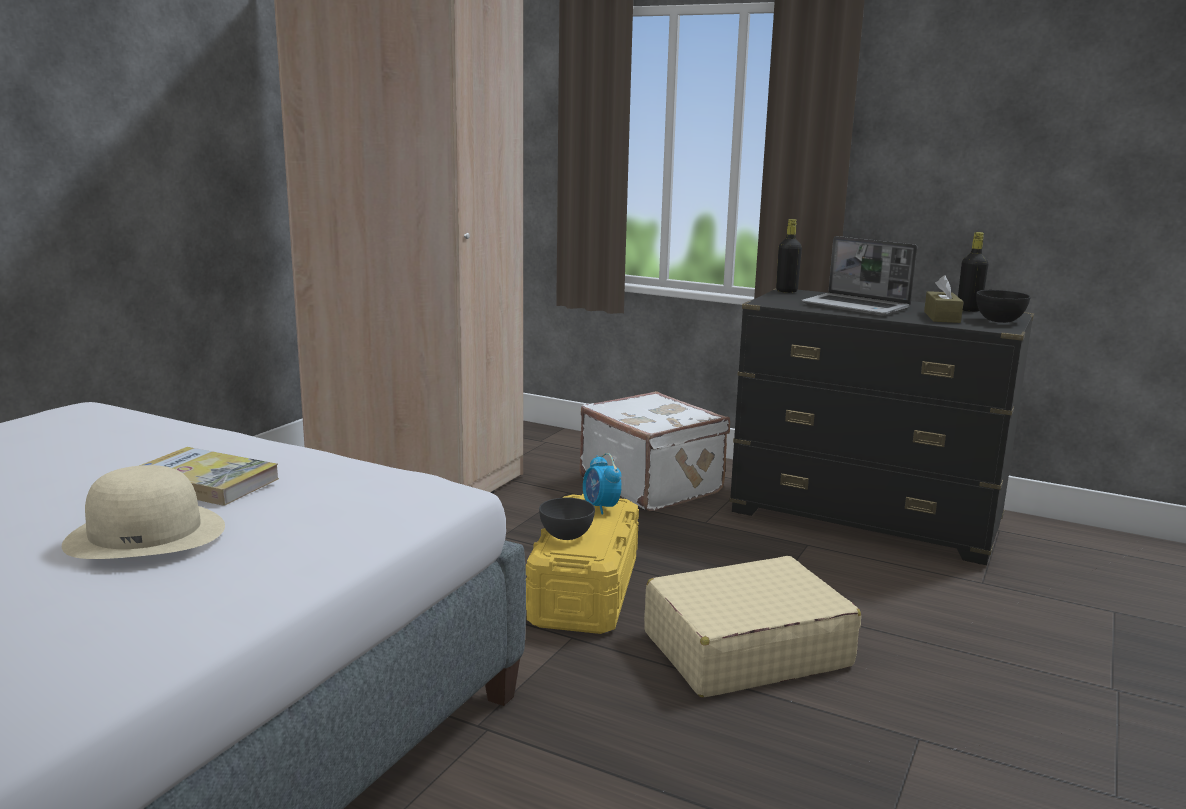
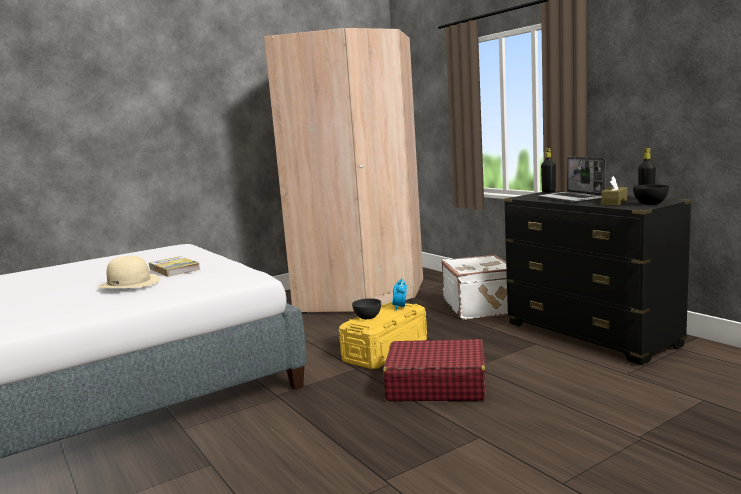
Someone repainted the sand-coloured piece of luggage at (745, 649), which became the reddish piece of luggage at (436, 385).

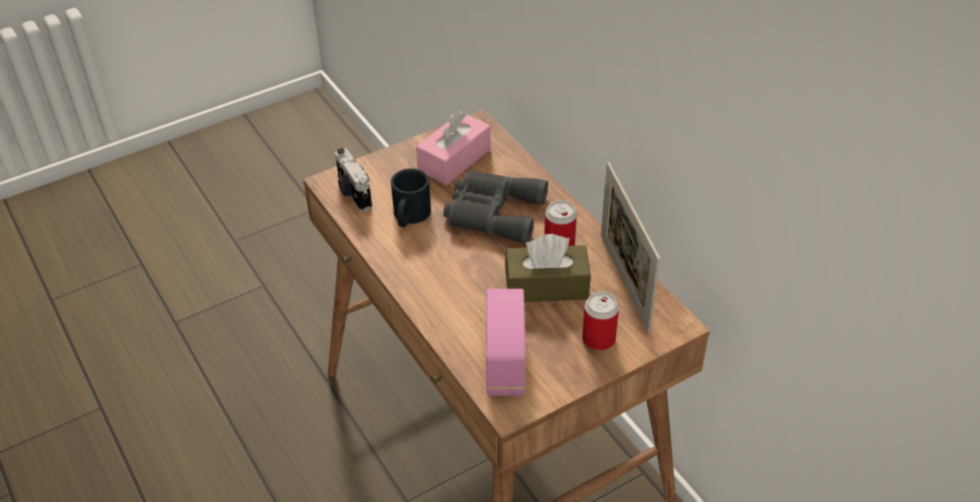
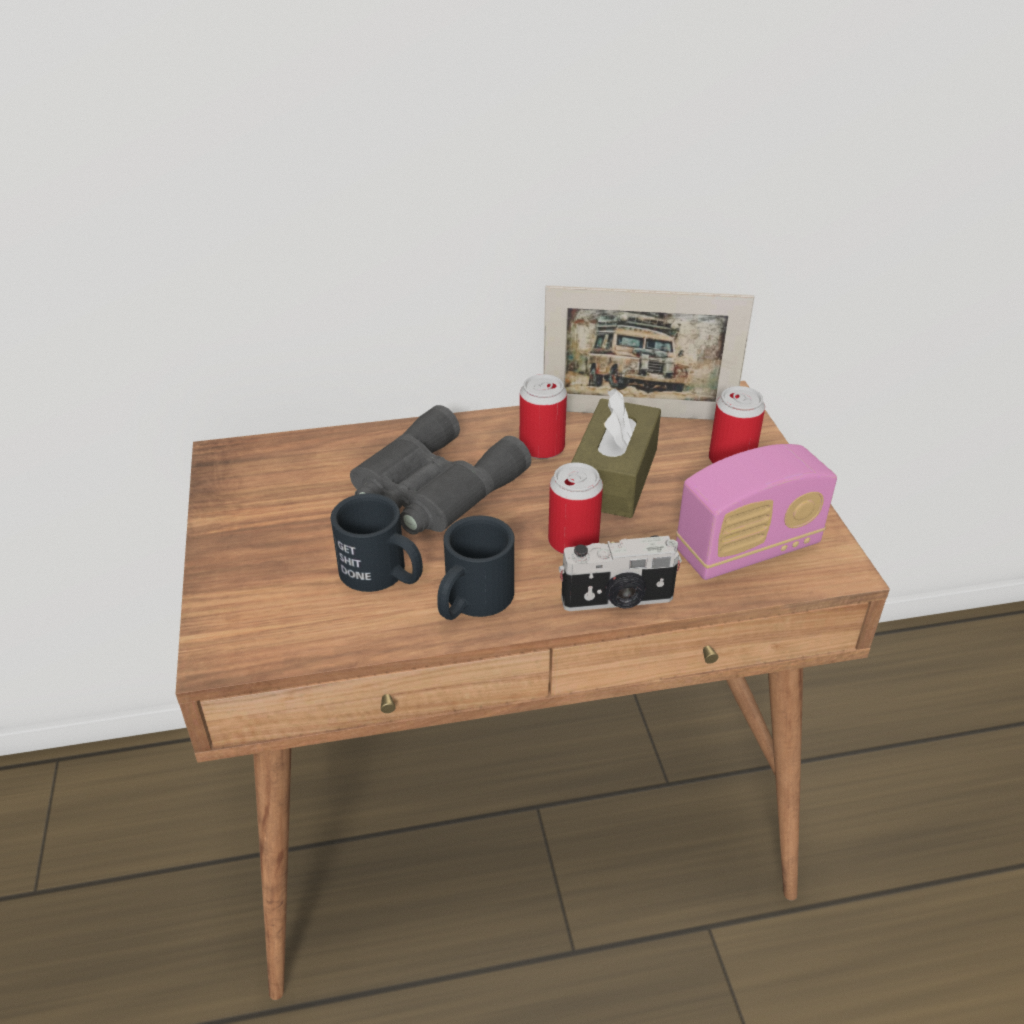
Someone took away the pinkish tissue holder at (454, 159). Someone put down the black-coloured mug at (471, 602). Someone put down the metal can at (573, 541). Someone carried the still camera from (353, 193) to (618, 601). Someone rotated the radio at (505, 362) by 135 degrees clockwise.

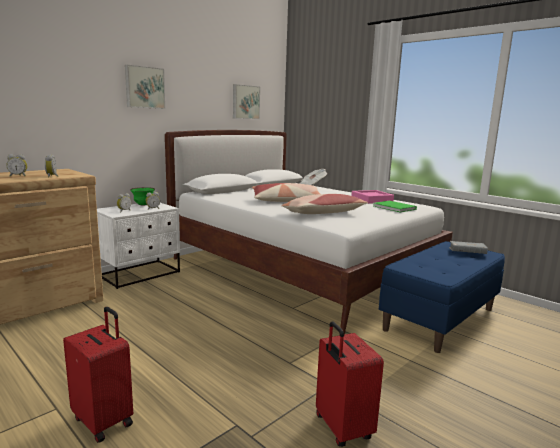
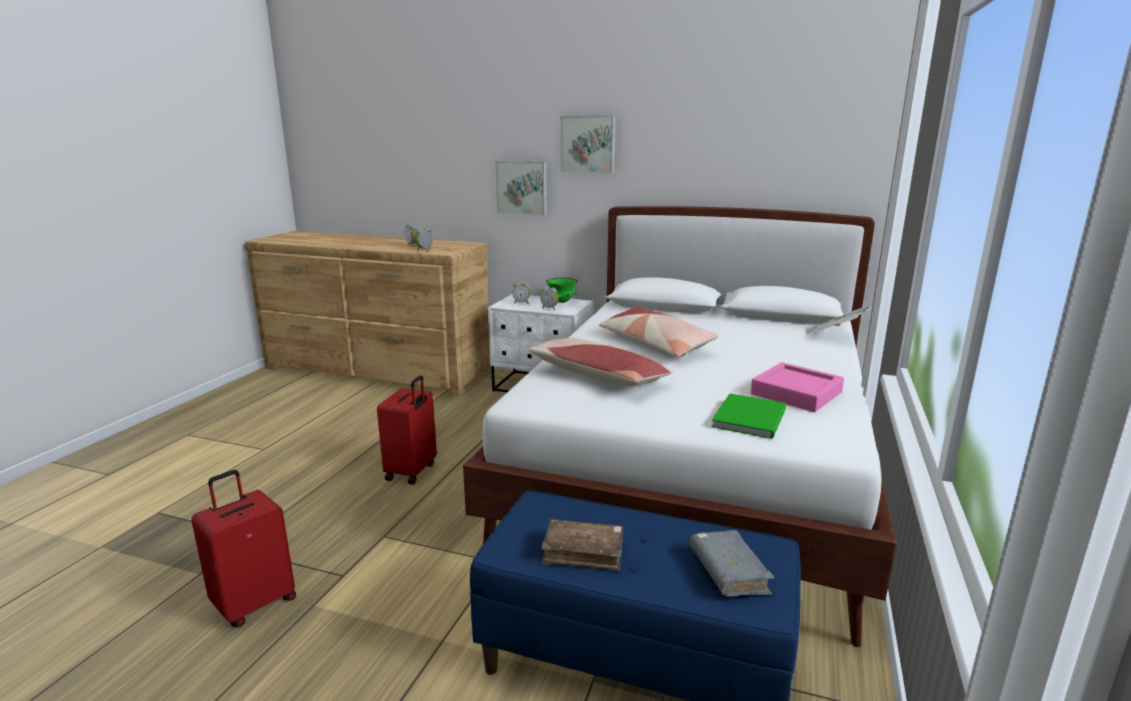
Someone put down the brown bound book at (583, 552). Someone carried the reddish piece of luggage from (104, 420) to (412, 472). Someone carried the wall picture from (245, 102) to (522, 187).

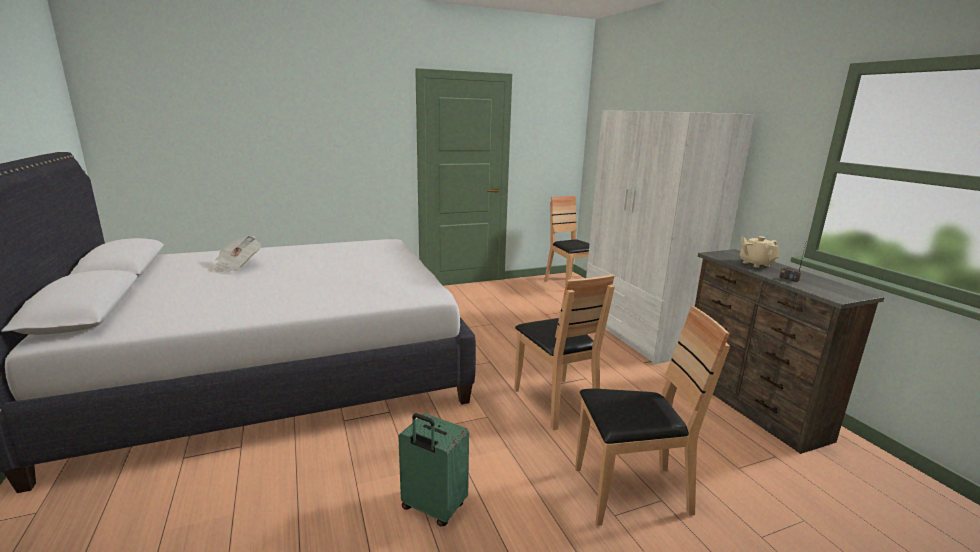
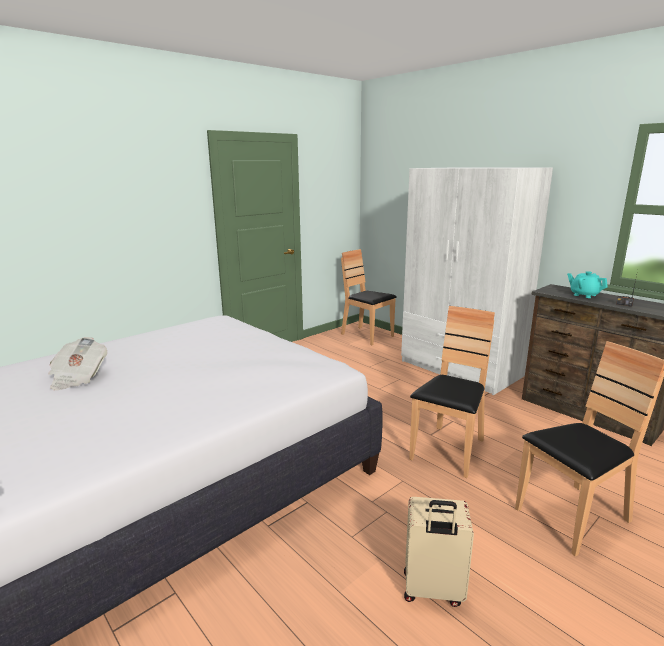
Someone repainted the green-coloured piece of luggage at (433, 508), which became the sand-coloured piece of luggage at (432, 590). Someone repainted the sand-coloured pot for tea at (755, 264), which became the blue-green pot for tea at (584, 295). Someone rotated the brown chair at (556, 402) by 105 degrees counterclockwise.

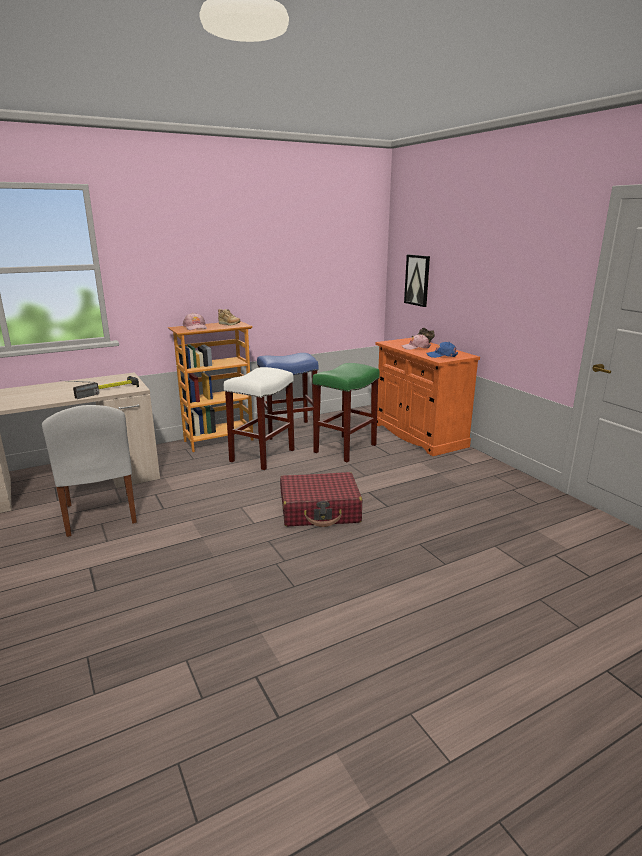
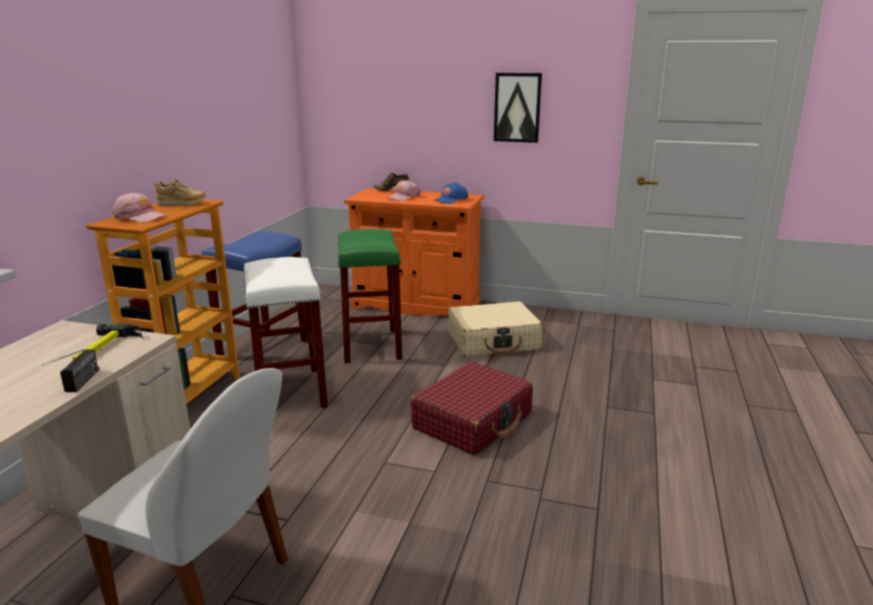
Someone put down the sand-coloured piece of luggage at (493, 341). Someone carried the wall picture from (417, 280) to (517, 107).

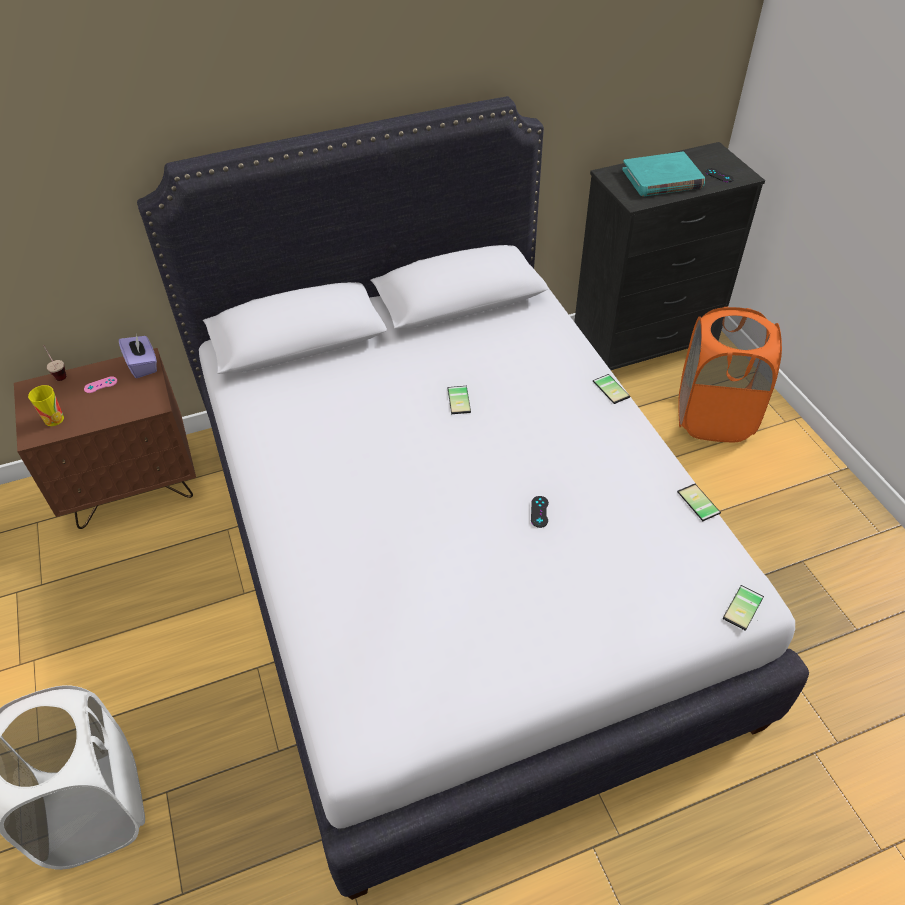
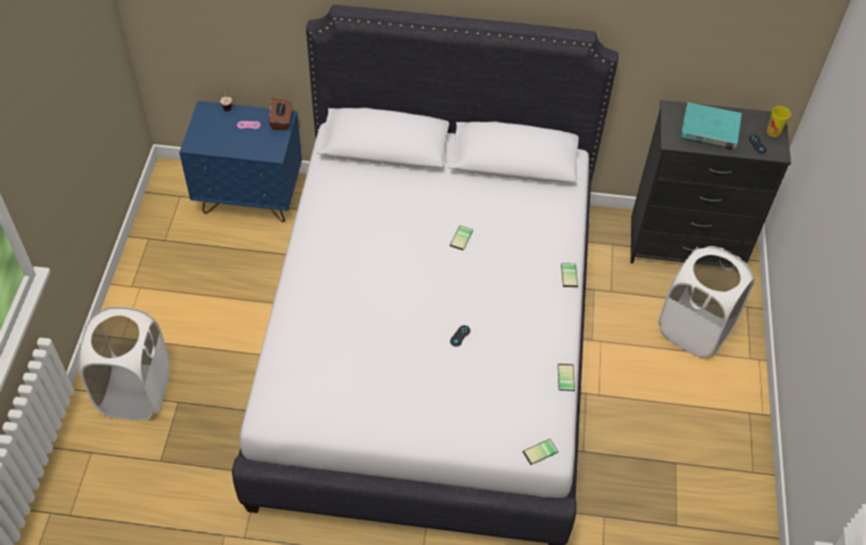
Someone carried the cup from (54, 419) to (773, 132). Someone repainted the brown bedside table at (133, 486), which became the blue-coloured bedside table at (250, 197). Someone repainted the purple-coloured tissue holder at (143, 365), which became the brown tissue holder at (281, 121). Someone repainted the orangey hamper at (714, 418), which became the whitish hamper at (694, 330).

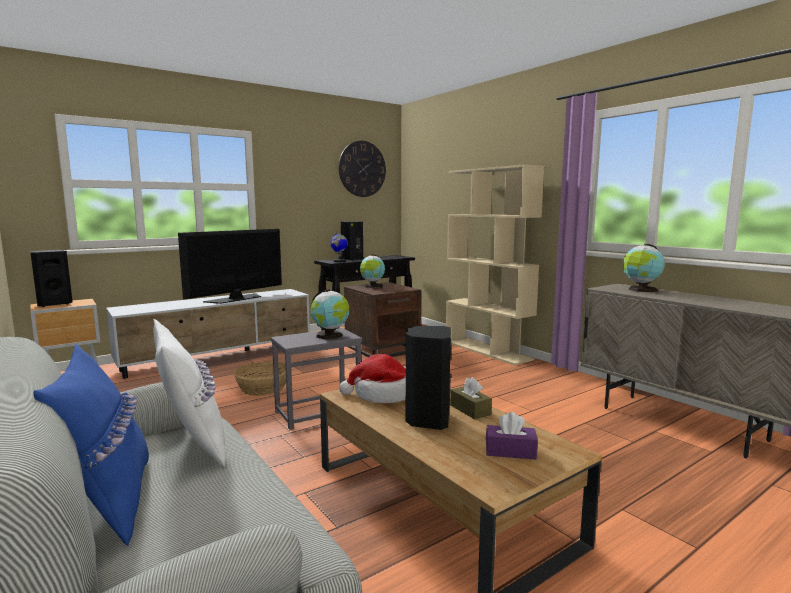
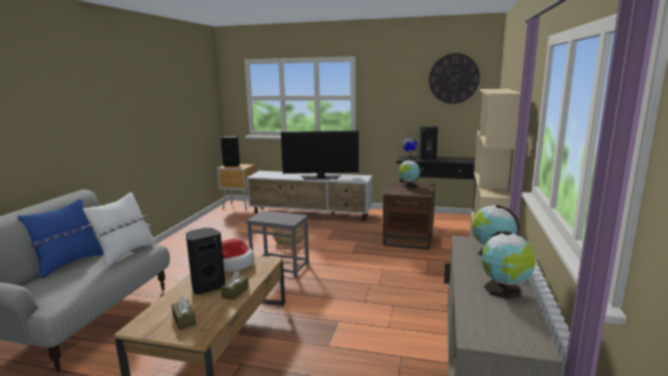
Someone carried the globe from (330, 335) to (504, 290). Someone repainted the purple-coloured tissue holder at (510, 451), which became the brown tissue holder at (184, 320).

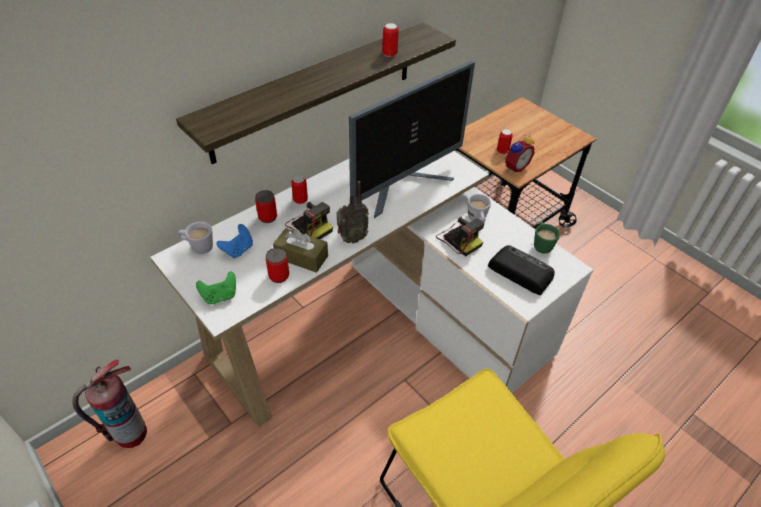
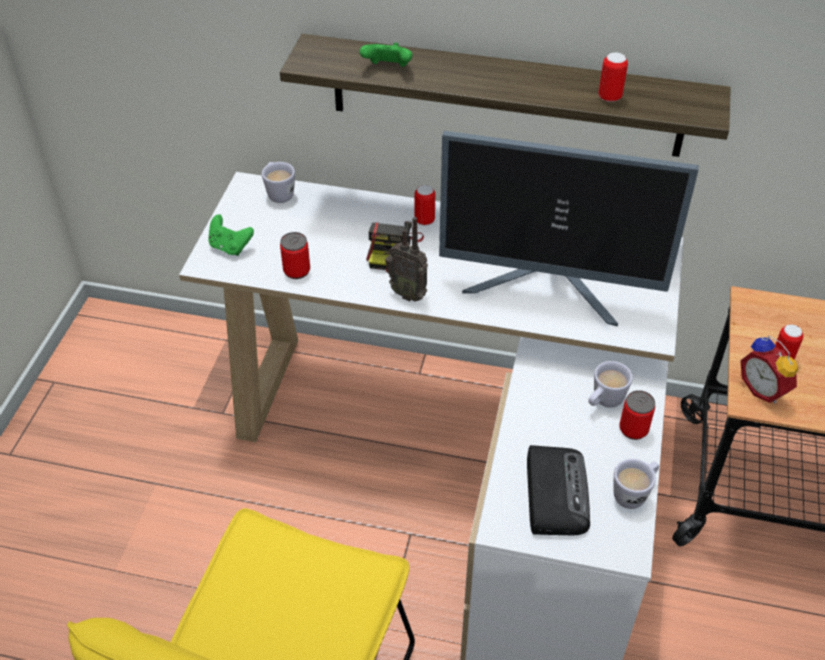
Someone took away the fire-fighting cylinder at (130, 433). Someone took away the blue-coloured gamepad at (238, 250). Someone took away the brown tissue holder at (301, 257). Someone took away the still camera at (459, 239). Someone put down the green-coloured gamepad at (388, 69). Someone carried the metal can from (267, 217) to (633, 429). Someone repainted the green-coloured mug at (541, 244), which became the whitish mug at (634, 493). Someone rotated the table clock at (515, 167) by 45 degrees clockwise.

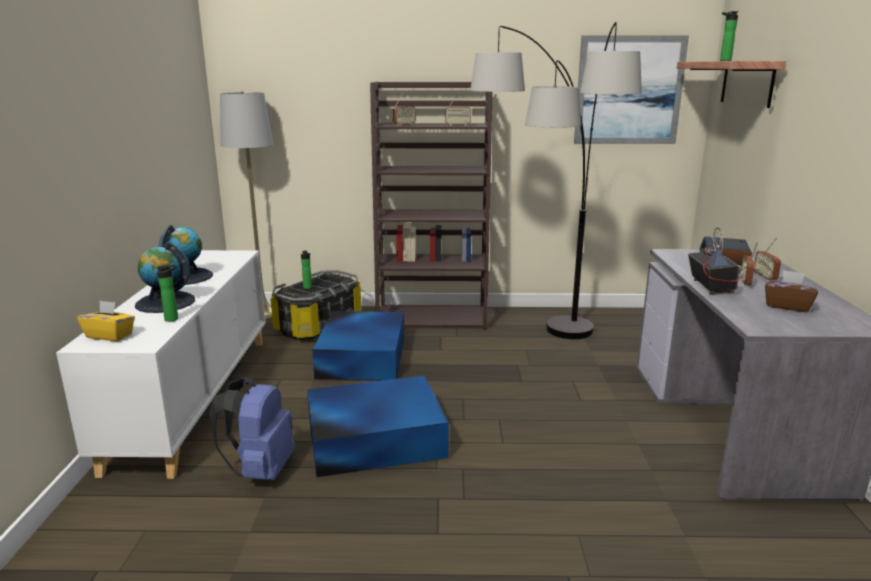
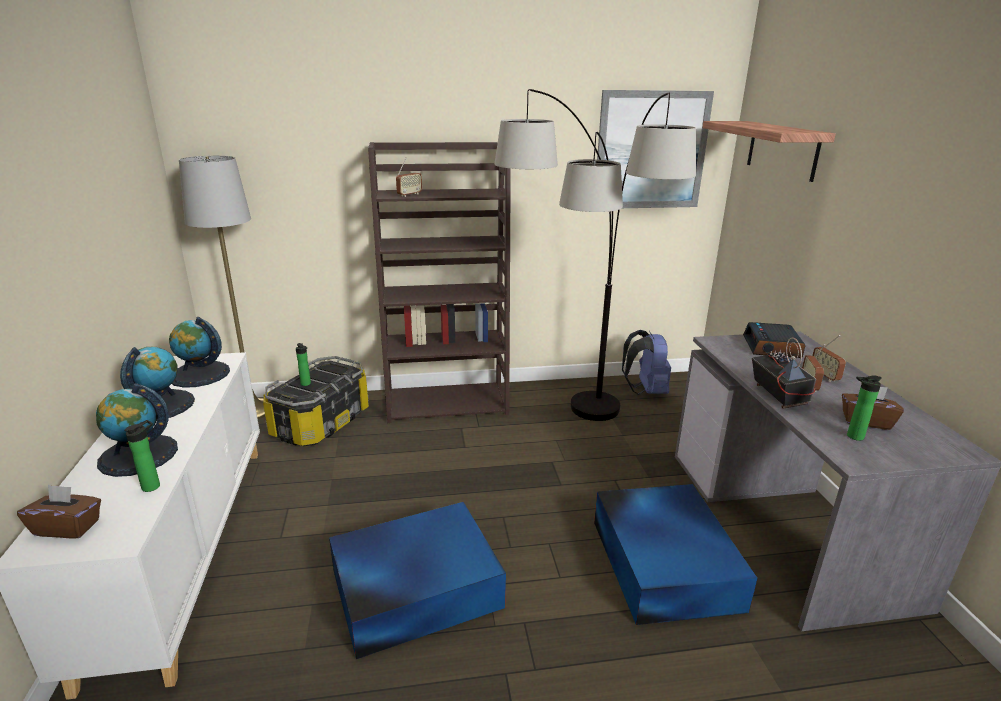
Someone took away the radio at (458, 125). Someone put down the globe at (199, 374). Someone carried the blue-coloured backpack from (260, 470) to (645, 391). Someone carried the blue-coloured storage bin from (363, 356) to (664, 562). Someone carried the drink bottle from (723, 60) to (852, 436). Someone repainted the yellow-coloured tissue holder at (110, 335), which became the brown tissue holder at (68, 527).

